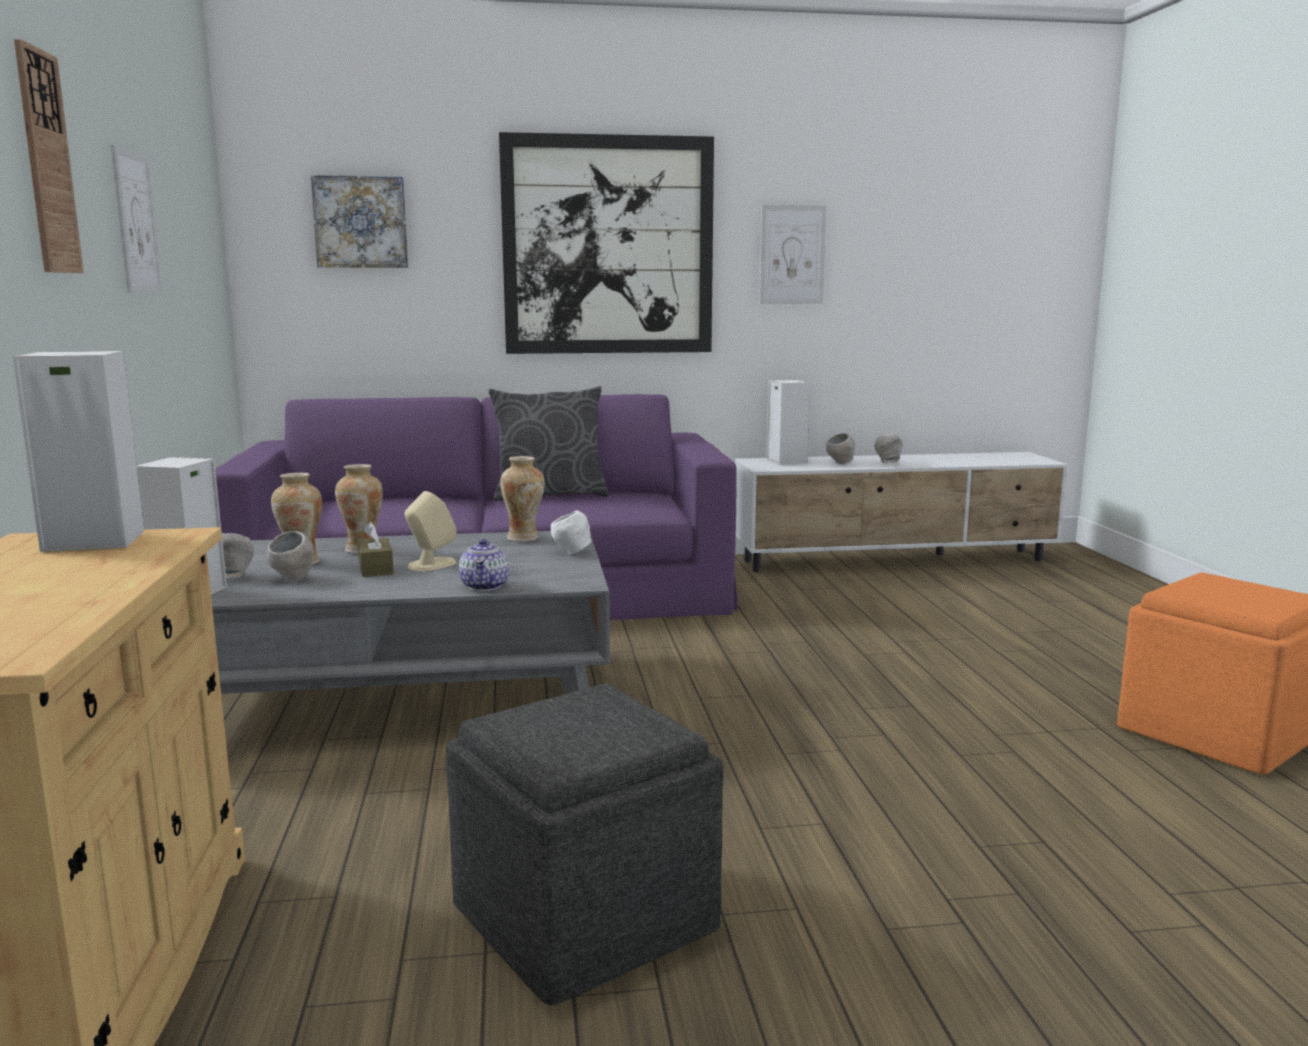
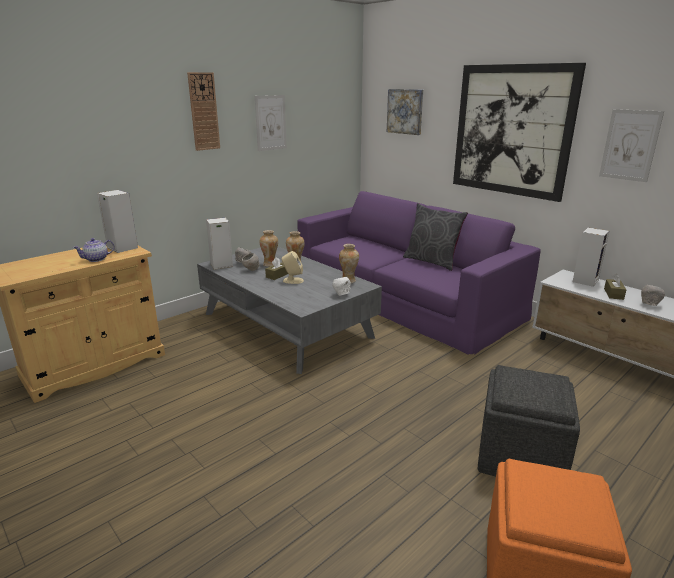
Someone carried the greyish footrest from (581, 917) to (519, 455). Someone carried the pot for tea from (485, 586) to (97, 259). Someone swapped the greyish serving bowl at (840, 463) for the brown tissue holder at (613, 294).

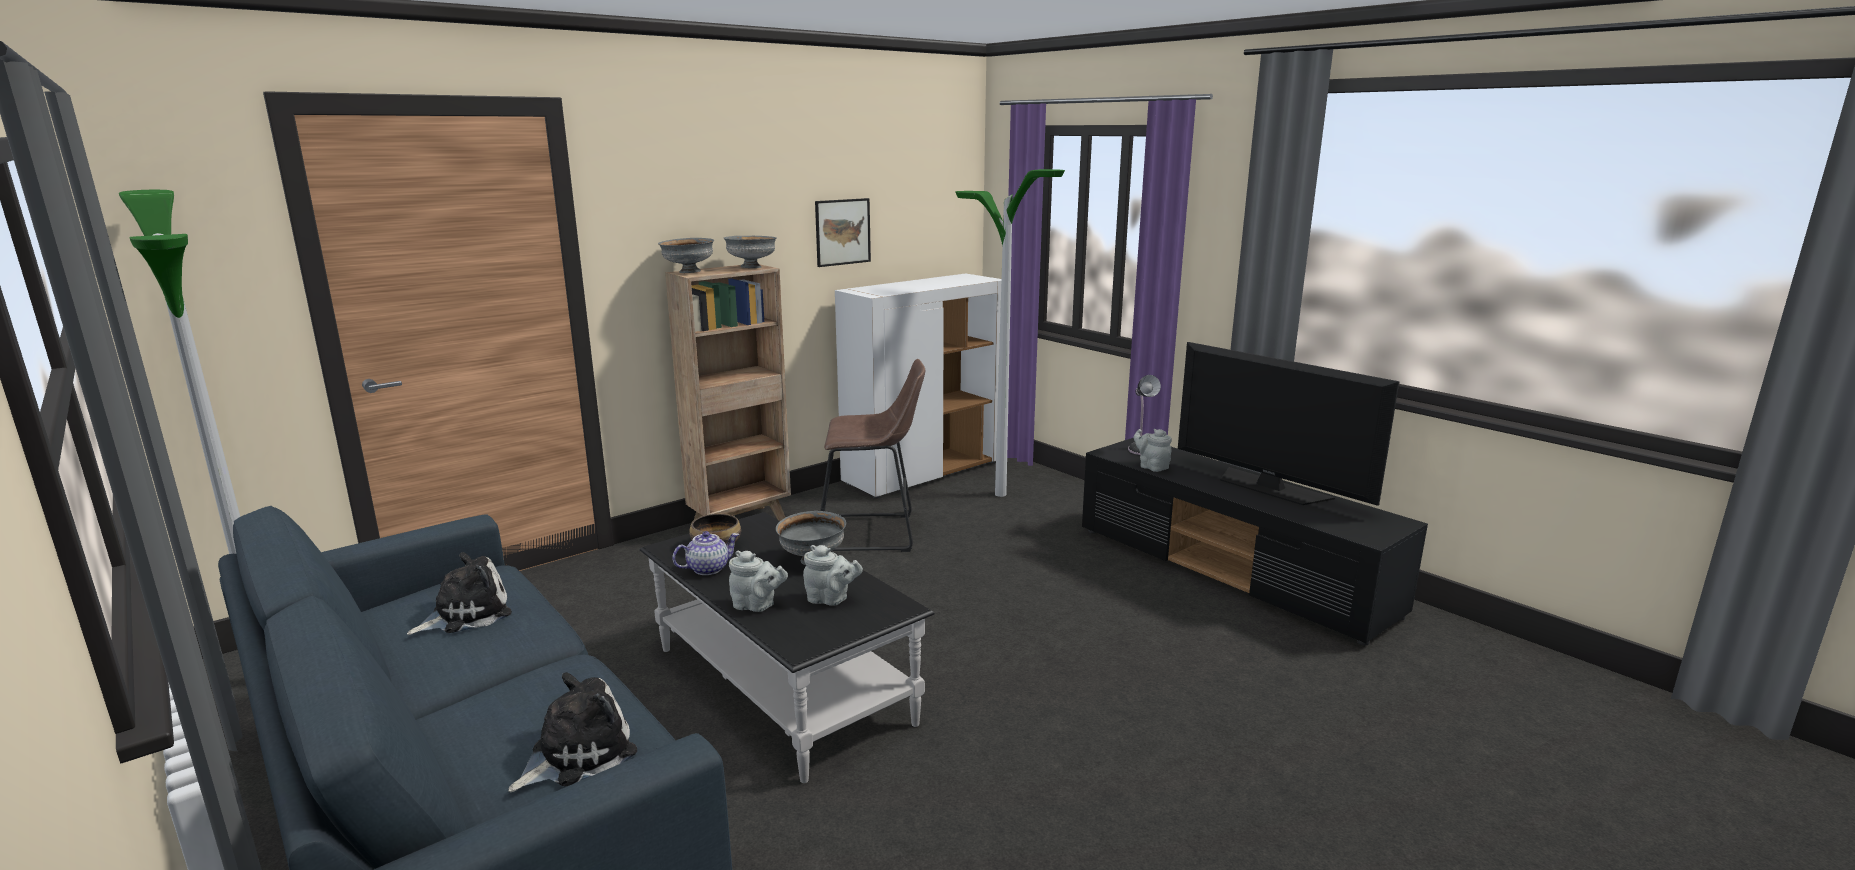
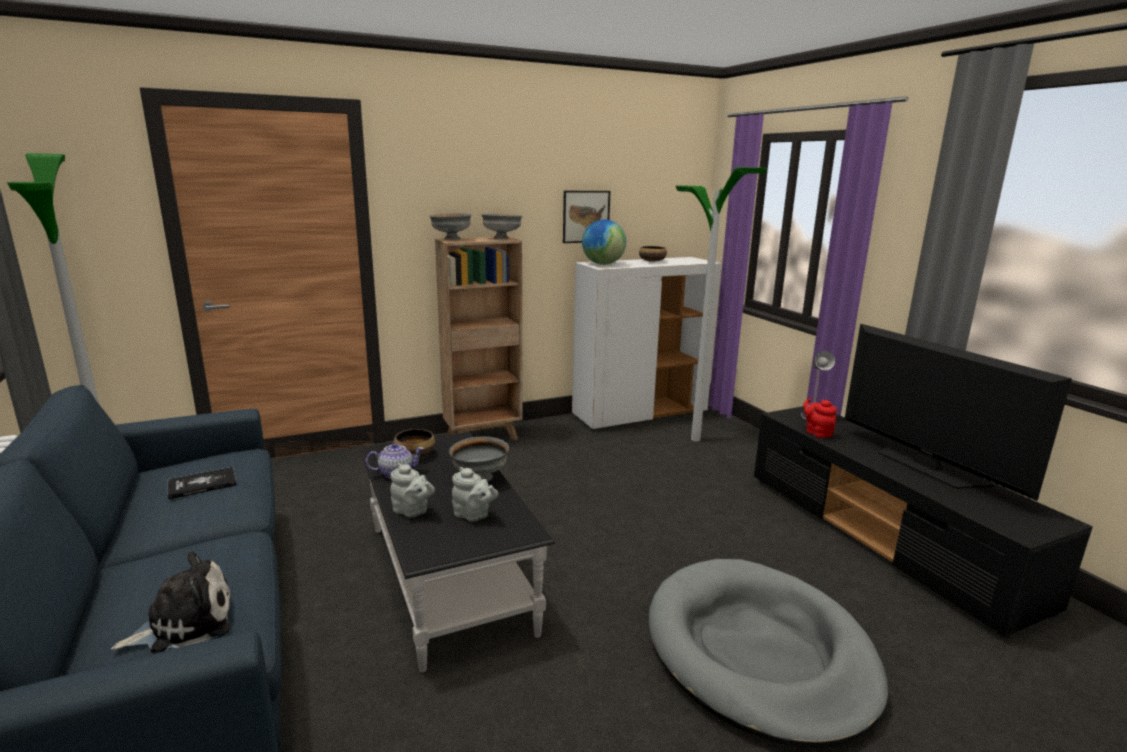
Someone took away the brown stool at (873, 534). Someone put down the globe at (603, 264). Someone put down the serving bowl at (652, 261). Someone put down the greyish dog bed at (759, 652). Someone swapped the soft toy at (466, 614) for the bound book at (202, 484). Someone repainted the greyish pot for tea at (1152, 466), which became the reddish pot for tea at (817, 433).

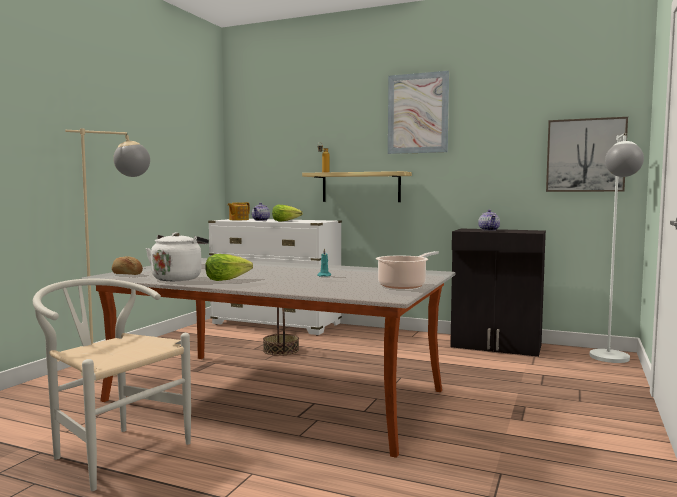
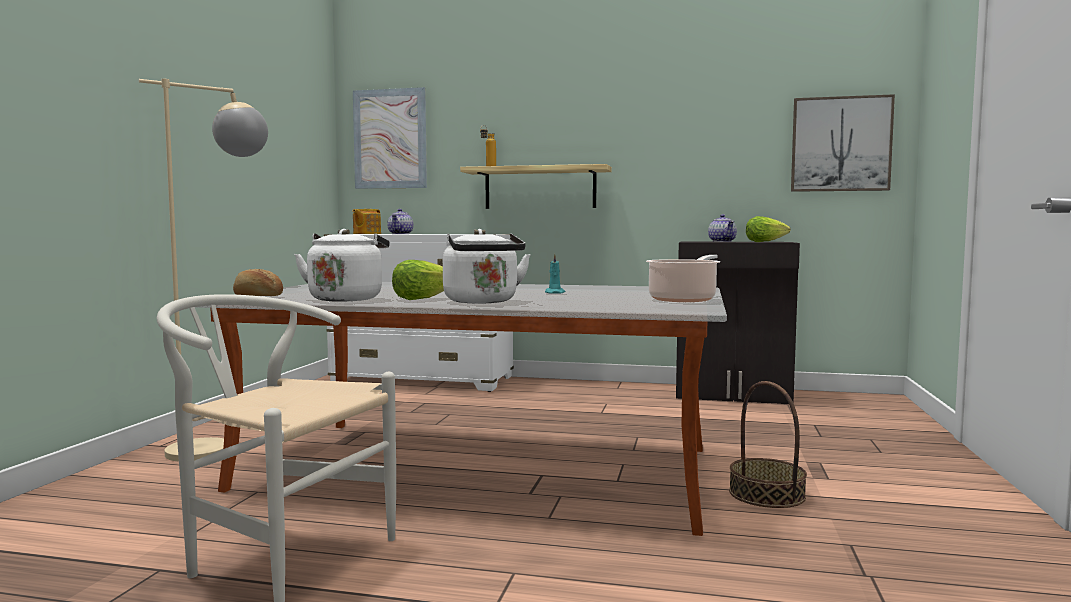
Someone took away the whitish floor lamp at (611, 361). Someone put down the whitish kettle at (483, 302). Someone carried the basket from (281, 350) to (767, 494). Someone carried the lettuce from (285, 221) to (765, 242). Someone carried the wall picture from (418, 113) to (390, 139).

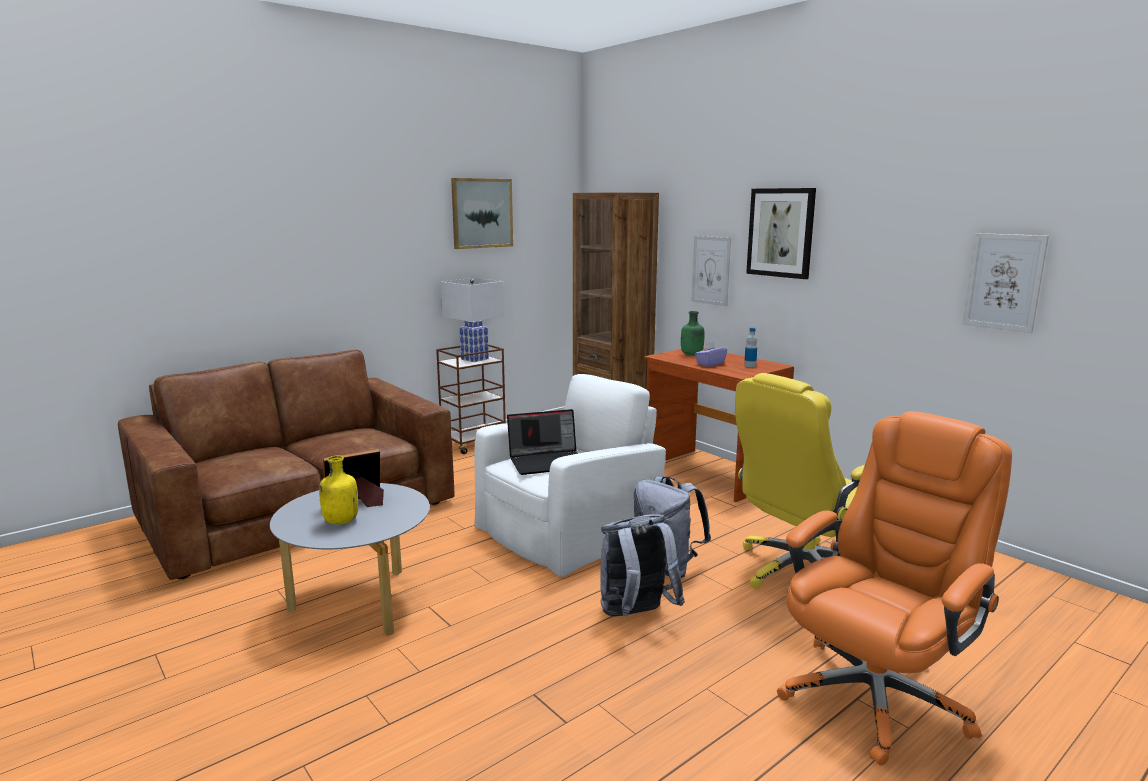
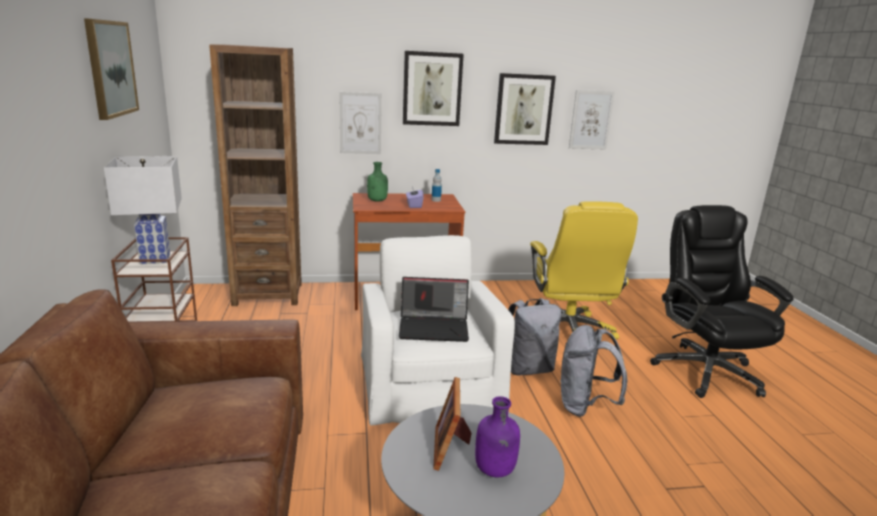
Someone put up the wall picture at (523, 109). Someone repainted the yellow-coloured drink bottle at (340, 521), which became the purple-coloured drink bottle at (494, 470). Someone repainted the orangey desk chair at (876, 695), which became the black-coloured desk chair at (705, 370). Someone rotated the portable computer at (548, 462) by 75 degrees clockwise.

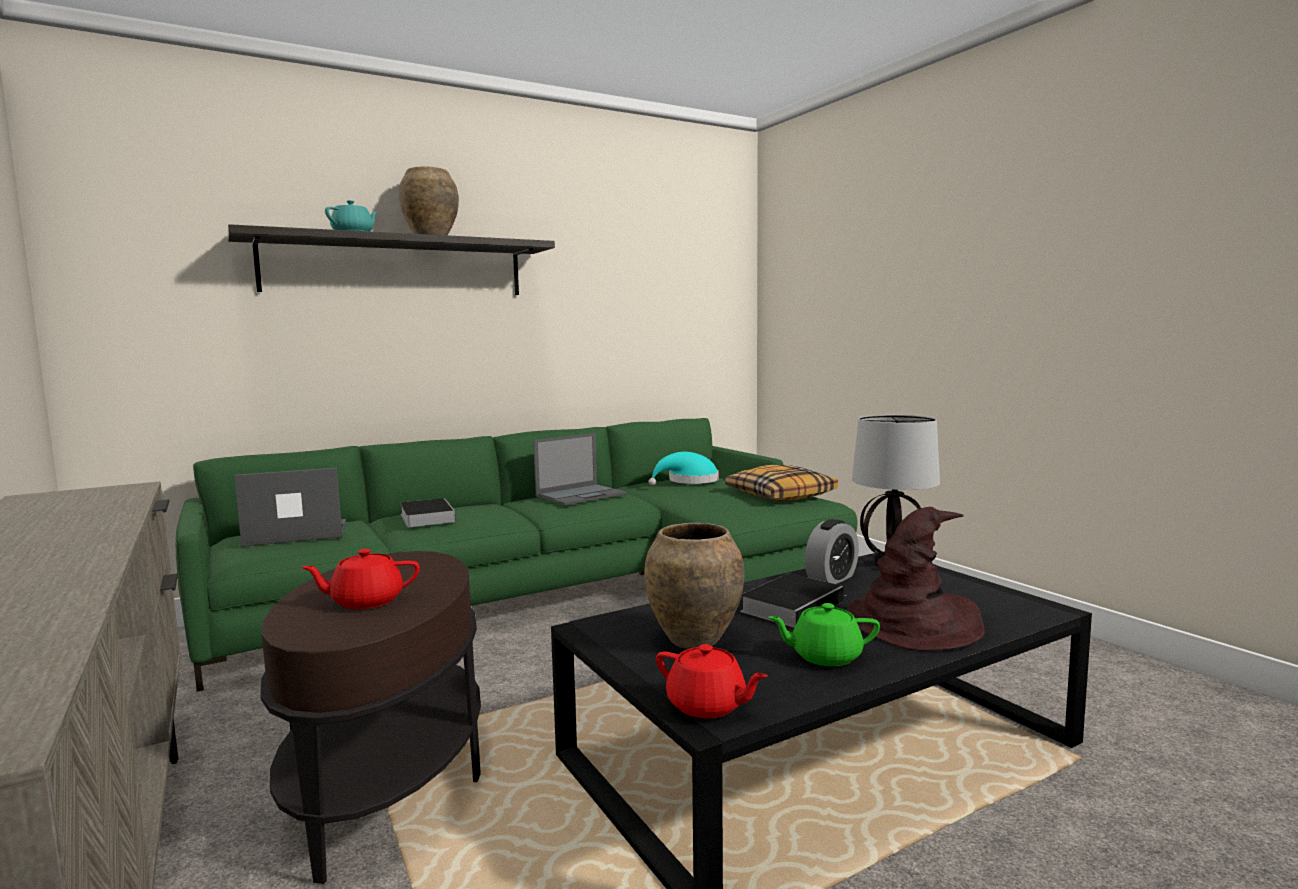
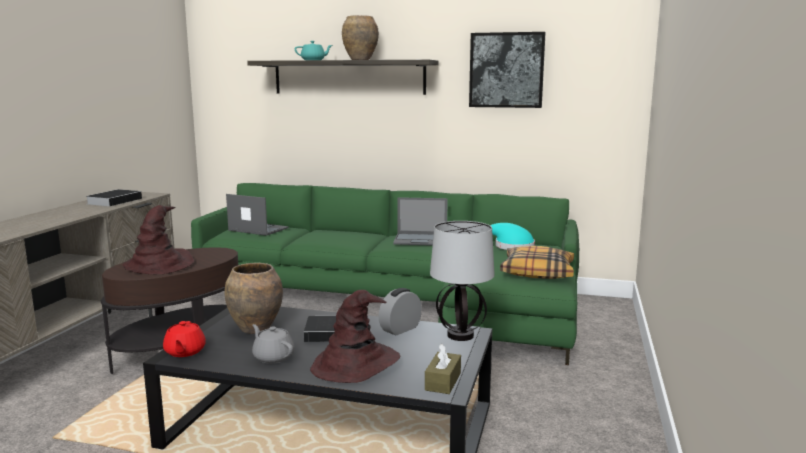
Someone put down the brown tissue holder at (443, 381). Someone put up the wall picture at (506, 70). Someone carried the bound book from (426, 517) to (115, 201). Someone swapped the reddish pot for tea at (366, 601) for the brown clothing hat at (159, 265). Someone repainted the green-coloured pot for tea at (824, 656), which became the greyish pot for tea at (273, 357). Someone rotated the table clock at (831, 578) by 135 degrees clockwise.

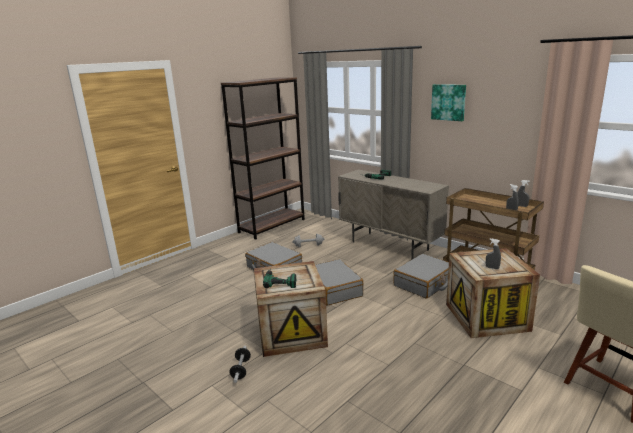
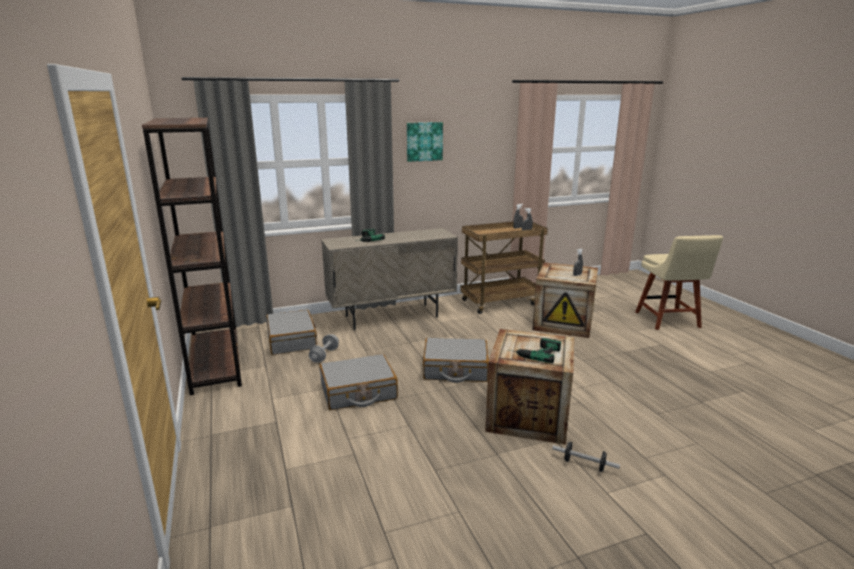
Someone carried the greyish piece of luggage from (424, 283) to (292, 340).

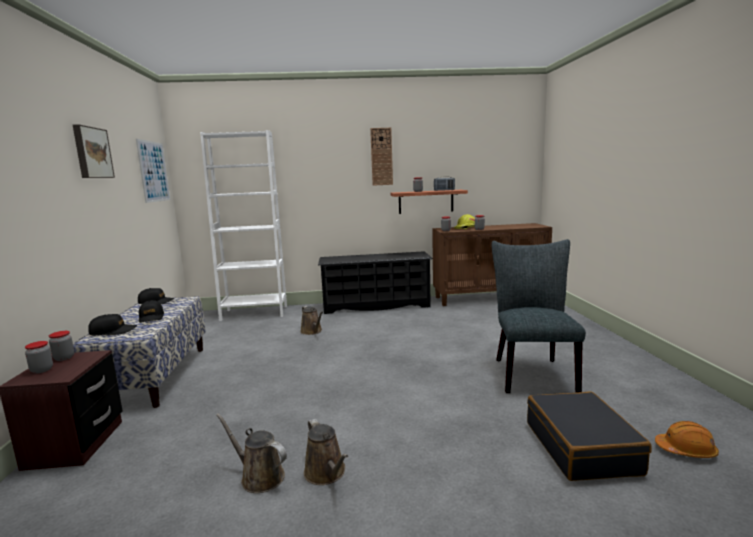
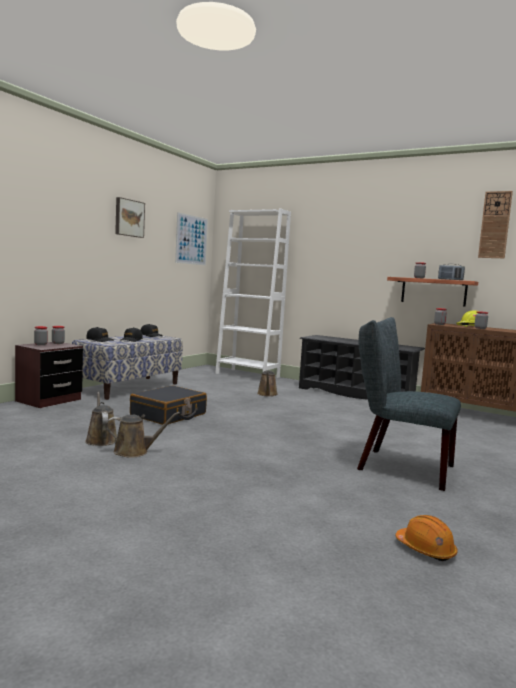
Someone carried the wall clock from (381, 156) to (495, 225). Someone carried the black-coloured piece of luggage from (582, 447) to (169, 415). Someone rotated the brown sprinkling can at (326, 473) by 105 degrees counterclockwise. Someone rotated the greyish chair at (531, 372) by 105 degrees counterclockwise.

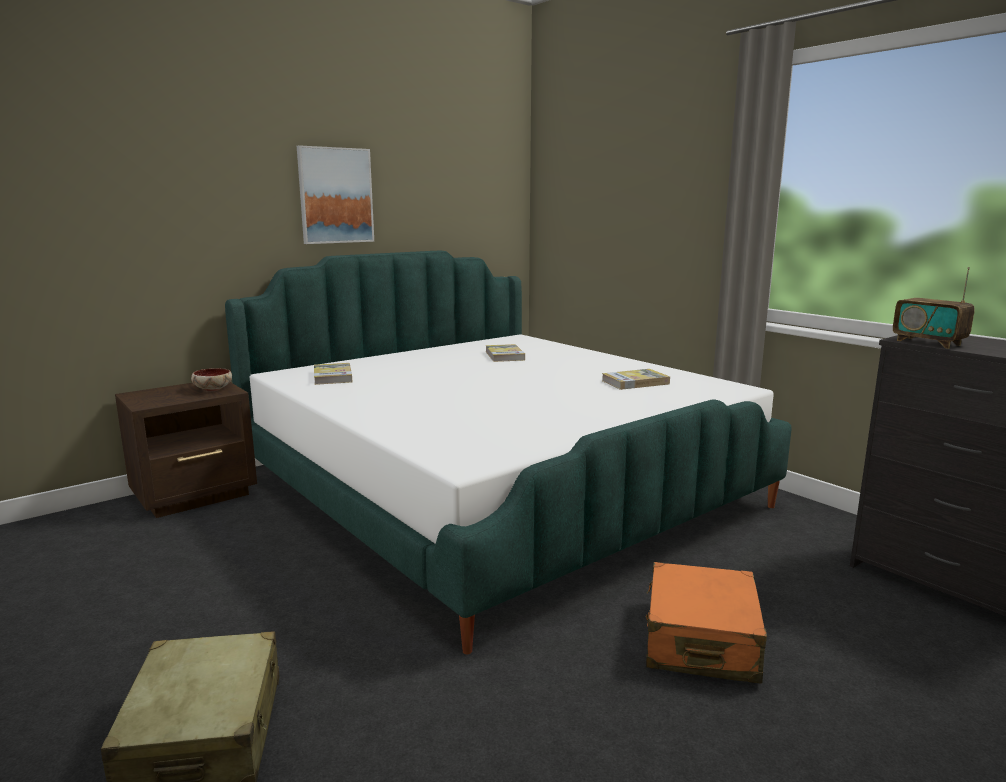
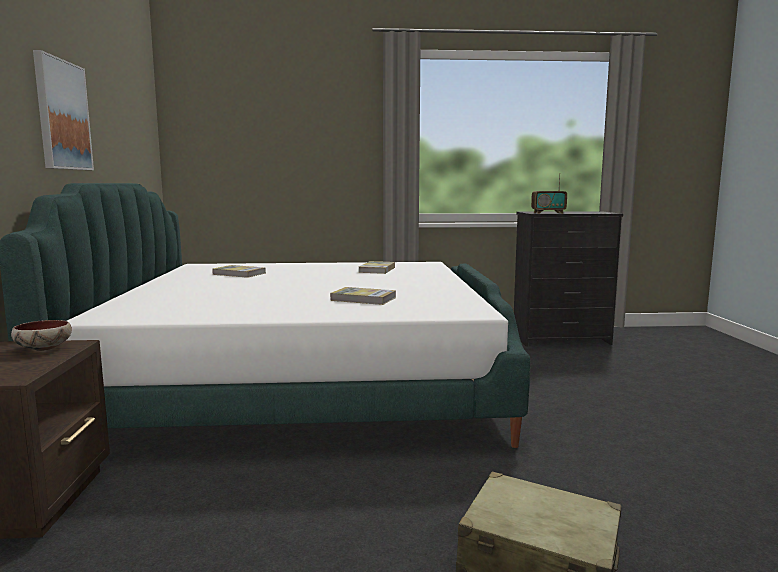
Someone took away the orangey piece of luggage at (700, 641). Someone carried the bound book from (332, 376) to (363, 299).

